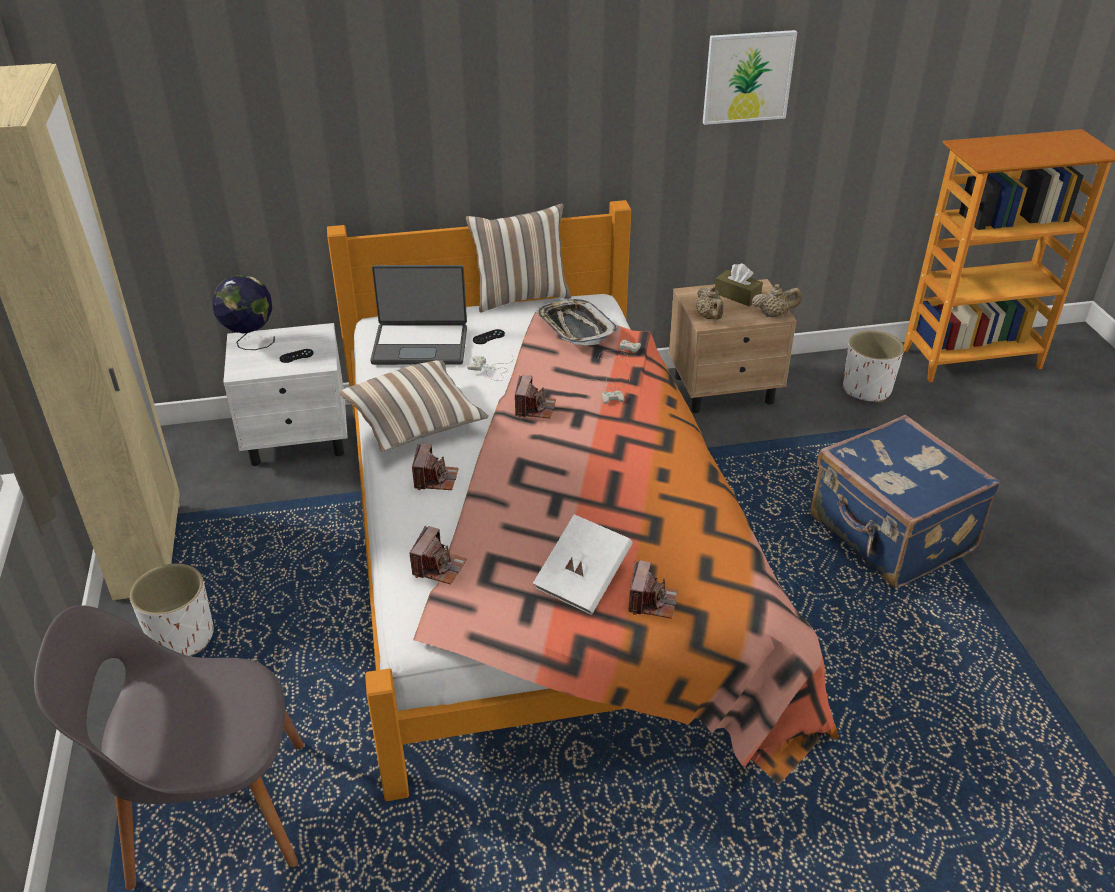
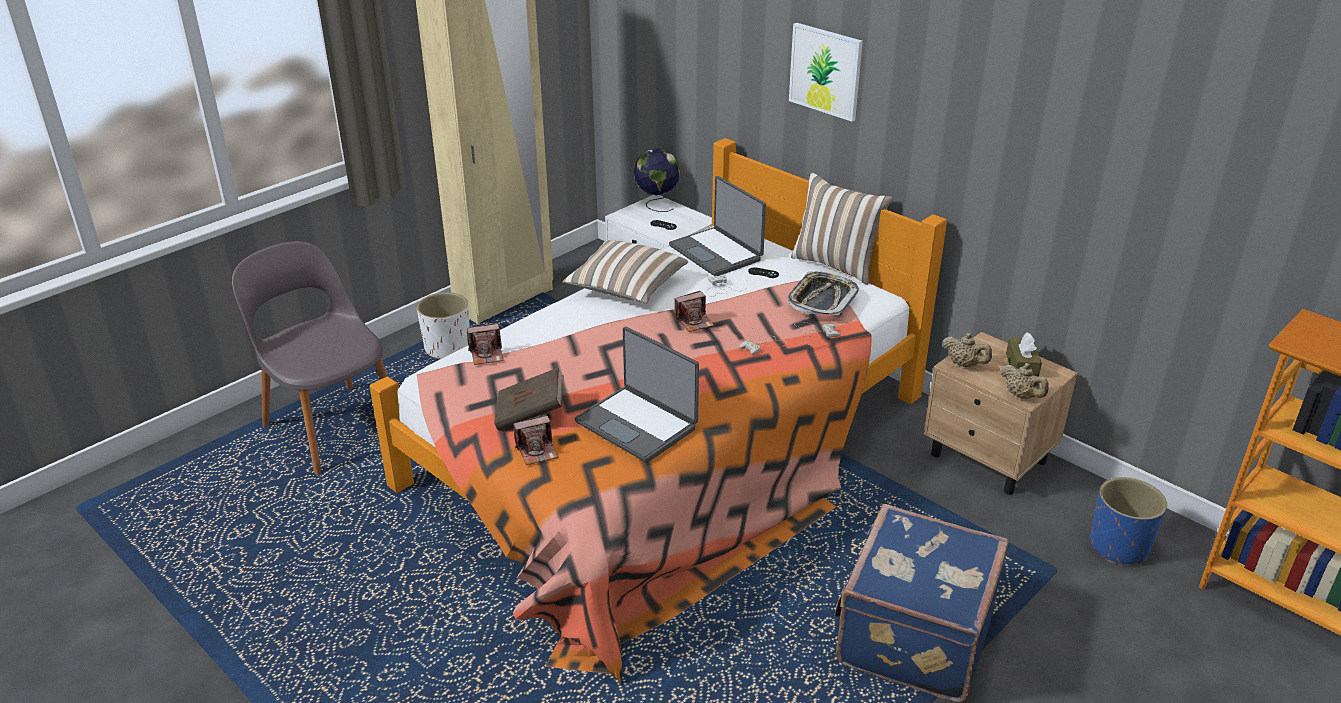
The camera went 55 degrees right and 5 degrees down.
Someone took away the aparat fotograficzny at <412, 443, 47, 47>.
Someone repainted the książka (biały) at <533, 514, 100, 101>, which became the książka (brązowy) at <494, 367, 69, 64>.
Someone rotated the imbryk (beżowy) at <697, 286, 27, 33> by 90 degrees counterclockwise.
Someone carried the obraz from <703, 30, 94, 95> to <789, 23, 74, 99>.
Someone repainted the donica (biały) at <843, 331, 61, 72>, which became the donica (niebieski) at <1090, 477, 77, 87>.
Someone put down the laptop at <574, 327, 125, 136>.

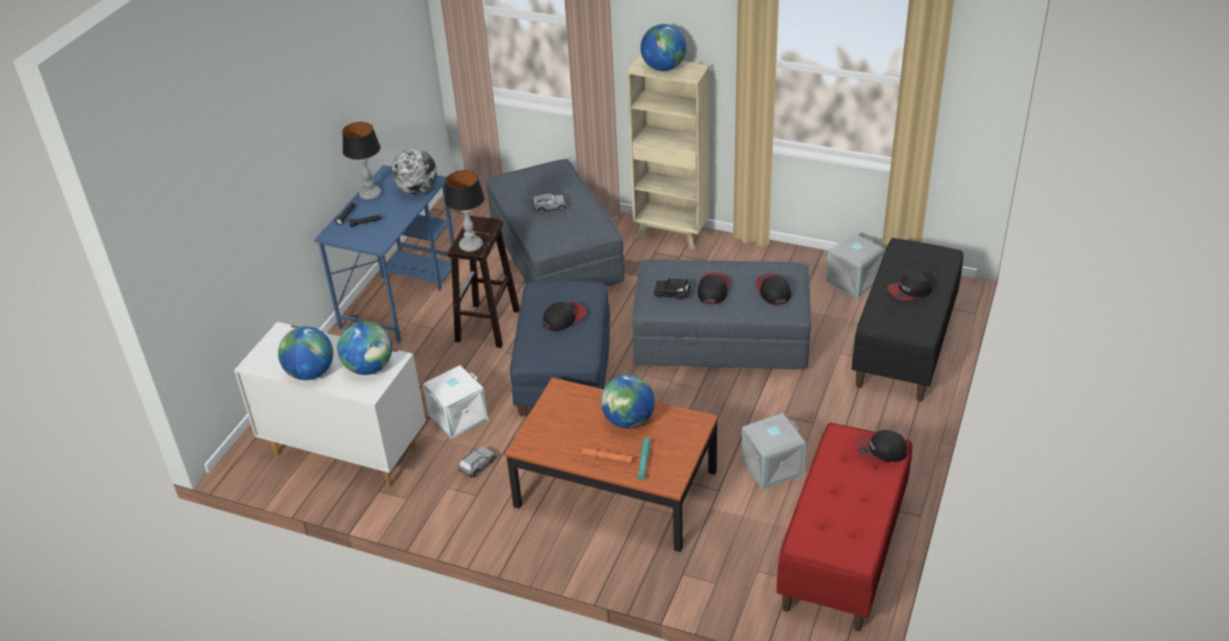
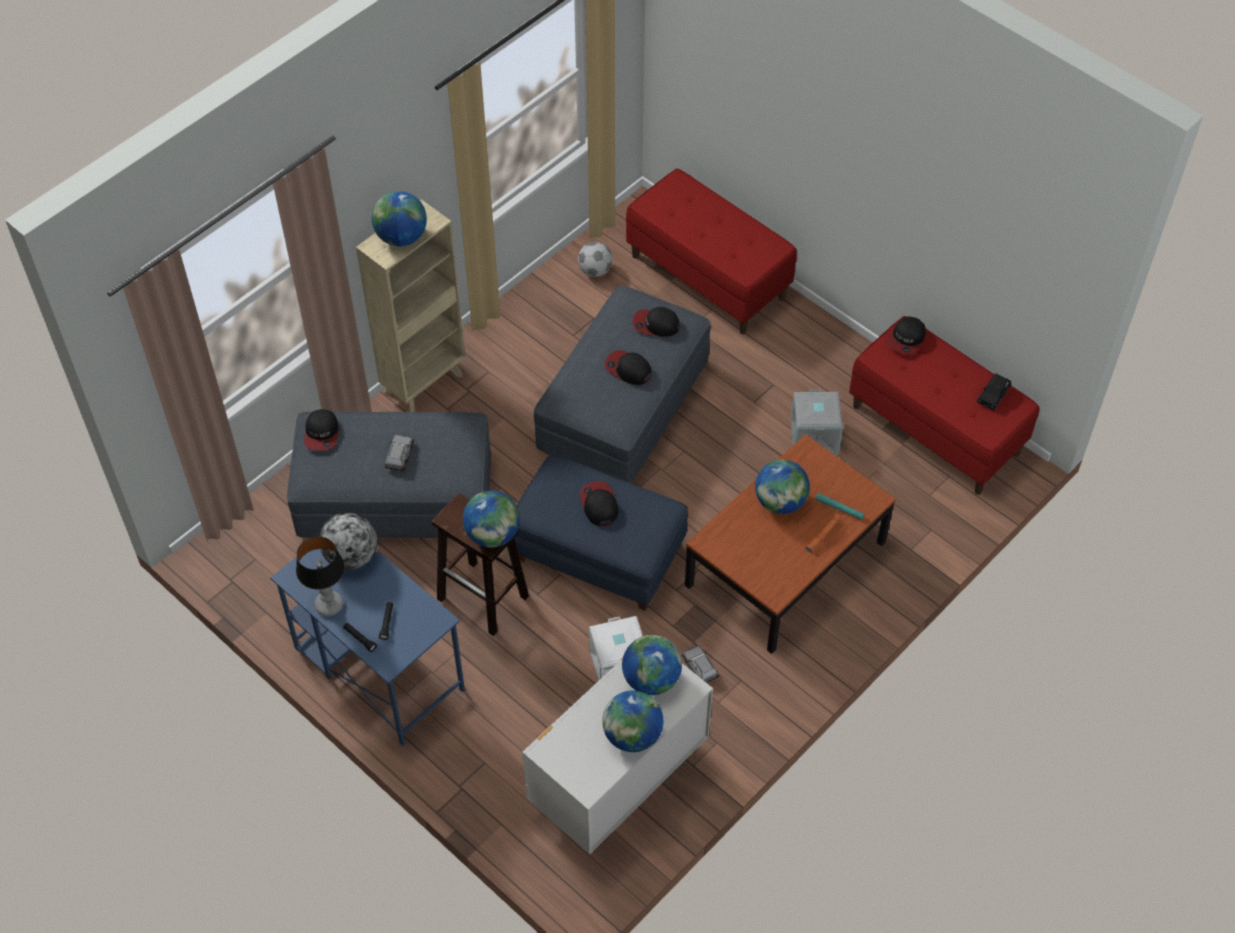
The camera went 70 degrees left and 15 degrees up.
Someone swapped the lampa stołowa at <445, 170, 40, 82> for the globus at <463, 490, 57, 58>.
Someone carried the samochodzik (czarny) from <654, 278, 37, 22> to <977, 374, 34, 36>.
Someone swapped the pojemnik do przechowywania (szary) at <826, 233, 59, 65> for the piłka futbolowa at <578, 242, 35, 35>.
Someone repainted the ławka (czarny) at <852, 238, 111, 163>, which became the ławka (czerwony) at <626, 168, 171, 166>.
Someone carried the czapka z daszkiem from <887, 272, 45, 29> to <304, 409, 35, 41>.

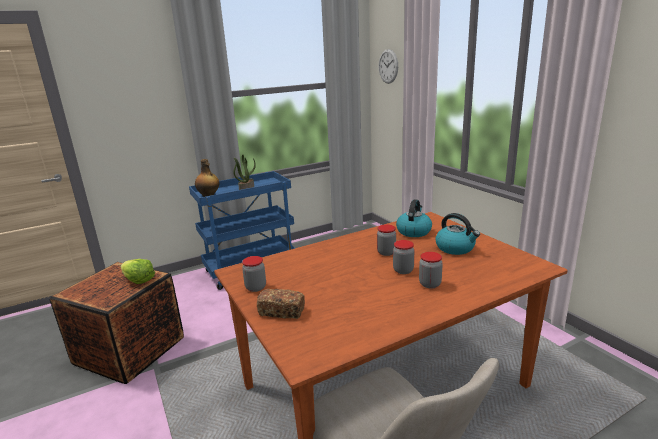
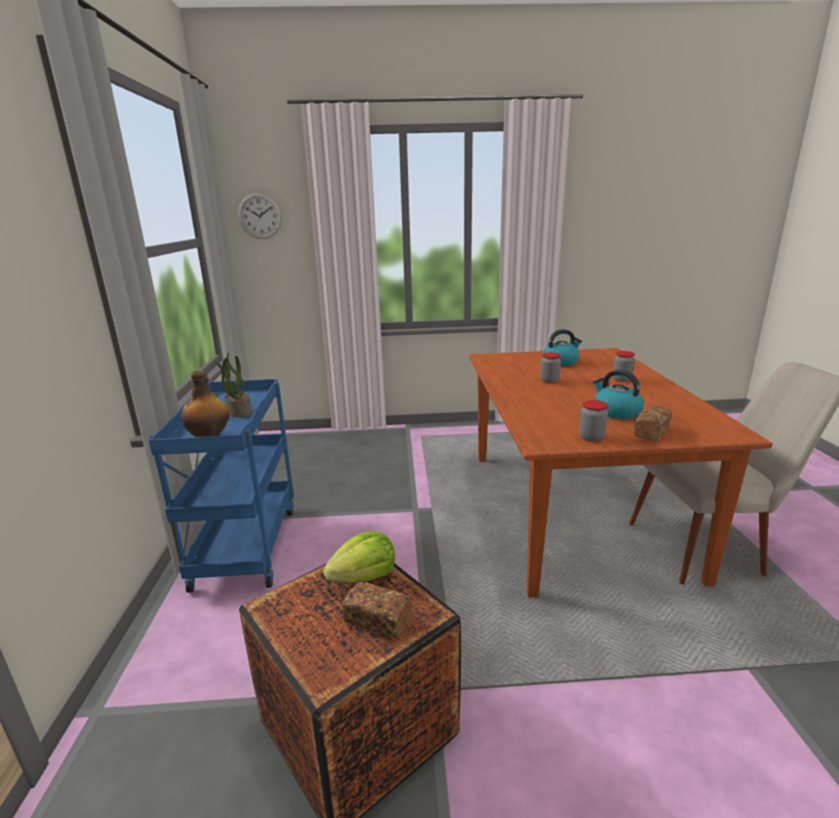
The camera went 65 degrees left and 0 degrees up.
Someone took away the słoik at <393, 240, 21, 34>.
Someone carried the czajnik from <396, 199, 36, 38> to <593, 370, 51, 49>.
Someone put down the chleb at <342, 582, 70, 57>.

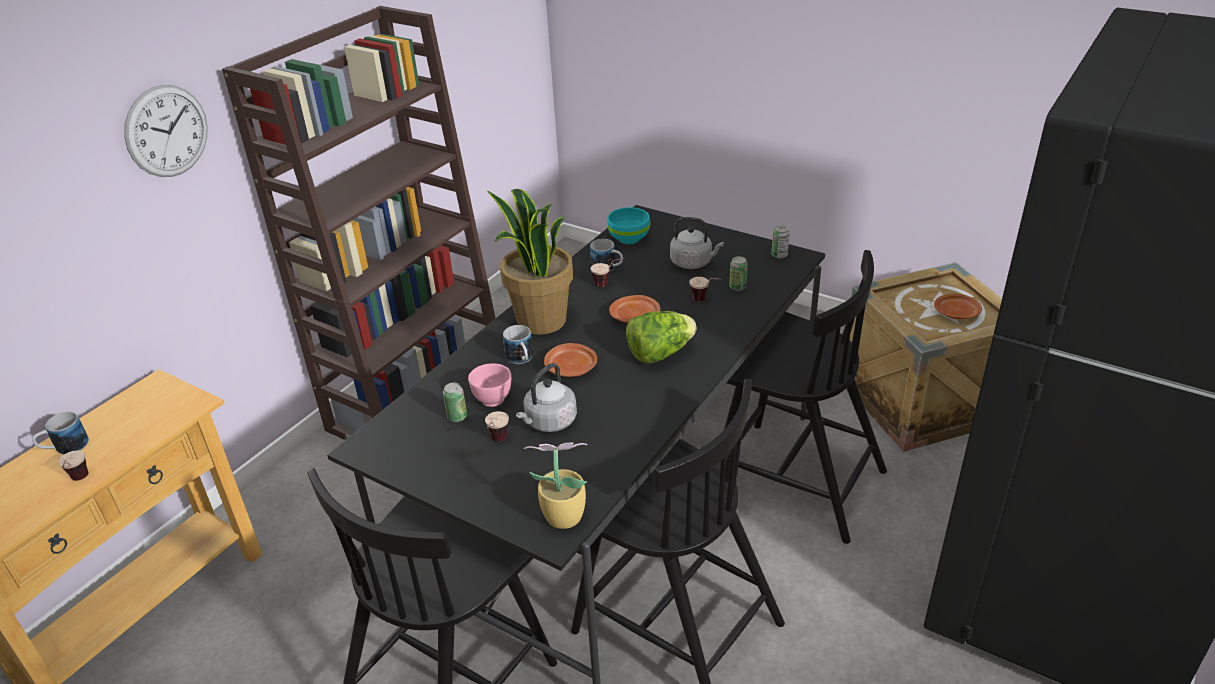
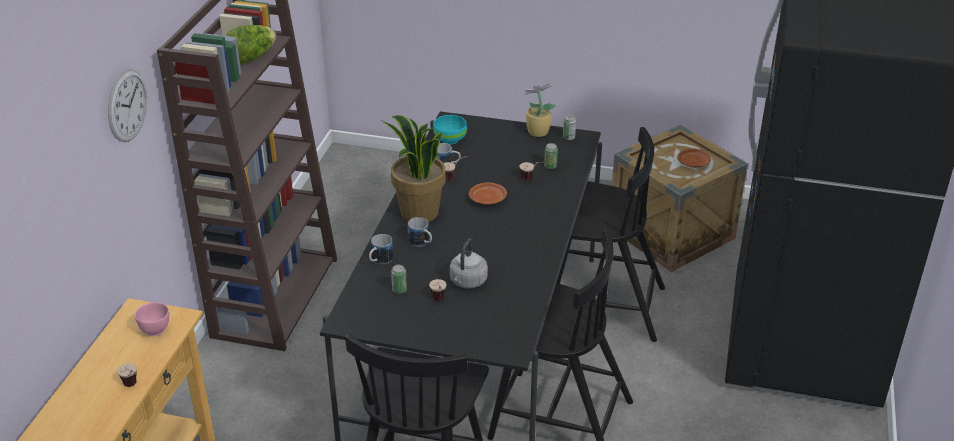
The camera went 20 degrees left and 0 degrees up.
Someone carried the kubek from <32, 412, 57, 43> to <369, 234, 25, 30>.
Someone carried the miska (różowy) from <468, 363, 43, 44> to <134, 302, 35, 34>.
Someone carried the roślina doniczkowa from <524, 442, 63, 87> to <523, 83, 33, 54>.
Someone took away the talerz (brązowy) at <544, 343, 53, 34>.
Someone carried the sałata from <626, 311, 71, 53> to <226, 25, 50, 39>.
Someone took away the czajnik (szary) at <670, 217, 54, 52>.

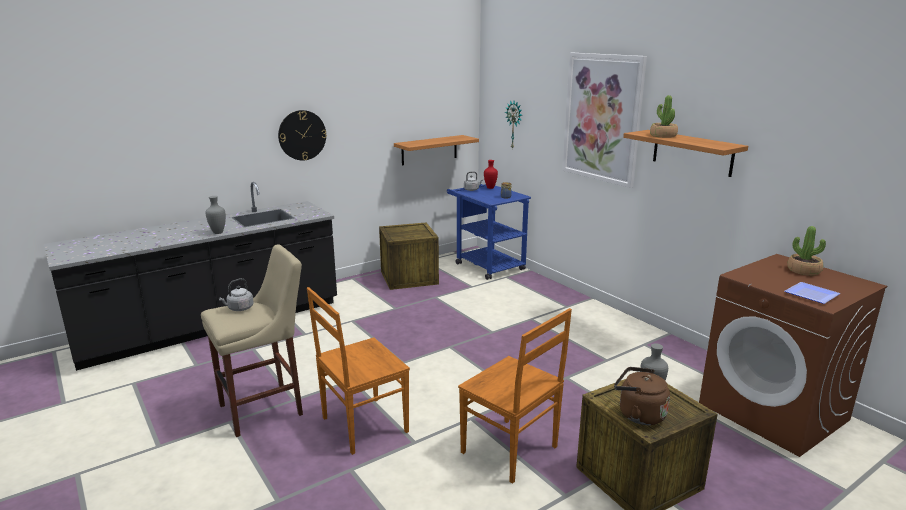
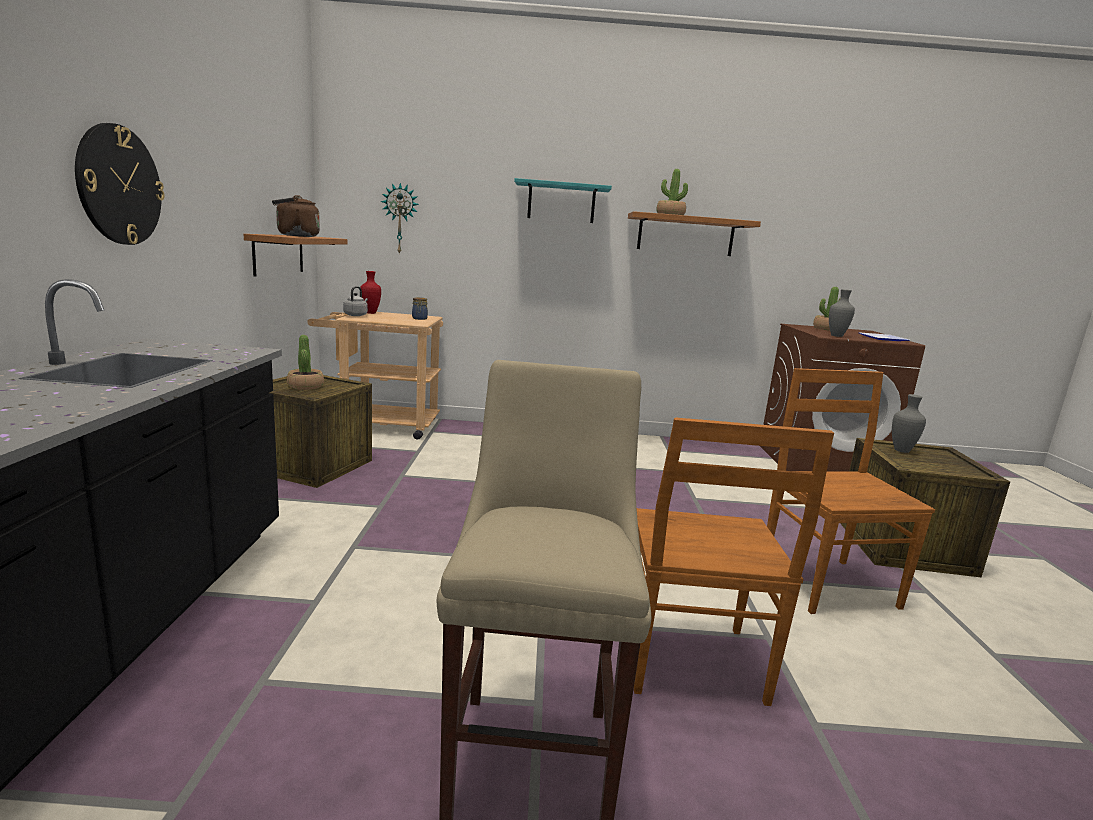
The camera went 55 degrees left and 5 degrees down.
Someone carried the wazon (szary) from <205, 196, 21, 38> to <829, 289, 26, 48>.
Someone took away the czajnik (szary) at <219, 278, 35, 33>.
Someone repainted the wózek (niebieski) at <447, 184, 84, 96>, which became the wózek (beżowy) at <307, 312, 136, 128>.
Someone rotated the krzesło (brązowy) at <458, 308, 114, 176> by 90 degrees counterclockwise.
Someone swapped the obraz at <562, 53, 85, 135> for the półka (turkusowy) at <514, 178, 98, 45>.
Someone carried the czajnik (brązowy) from <614, 367, 56, 58> to <272, 195, 48, 42>.
Someone put down the roślina doniczkowa at <287, 335, 37, 55>.

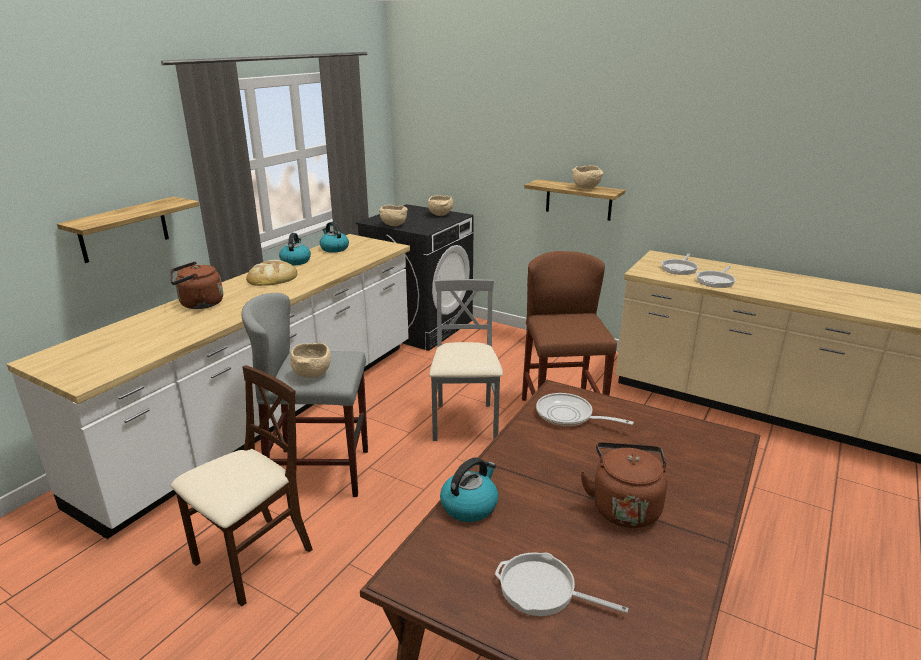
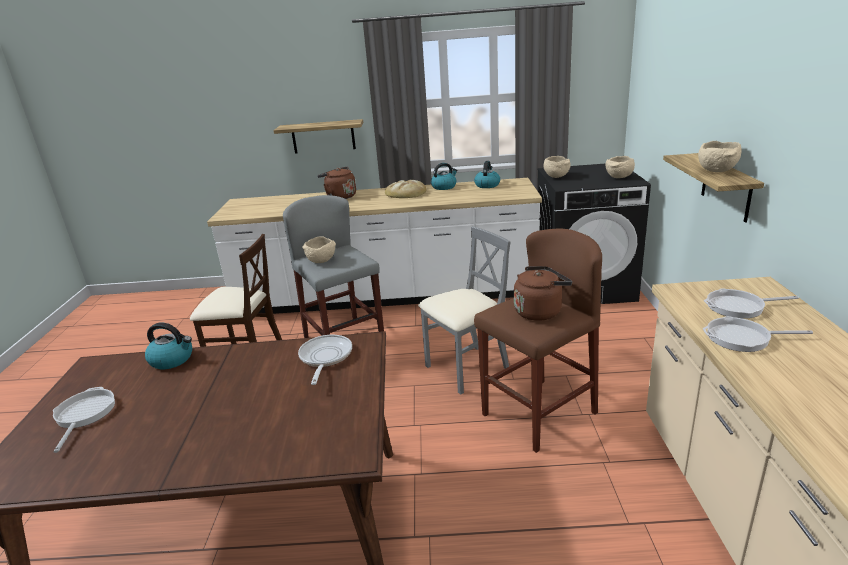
The camera went 60 degrees right and 0 degrees up.
Someone carried the czajnik (brązowy) from <580, 442, 87, 86> to <514, 266, 58, 55>.

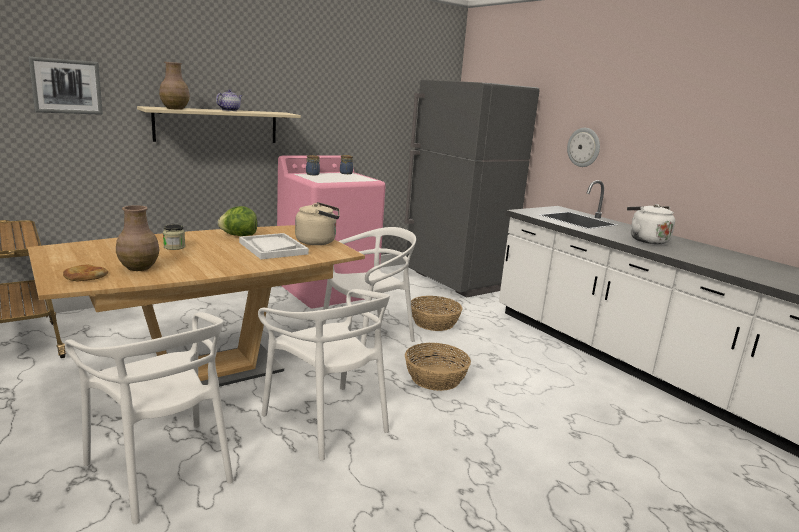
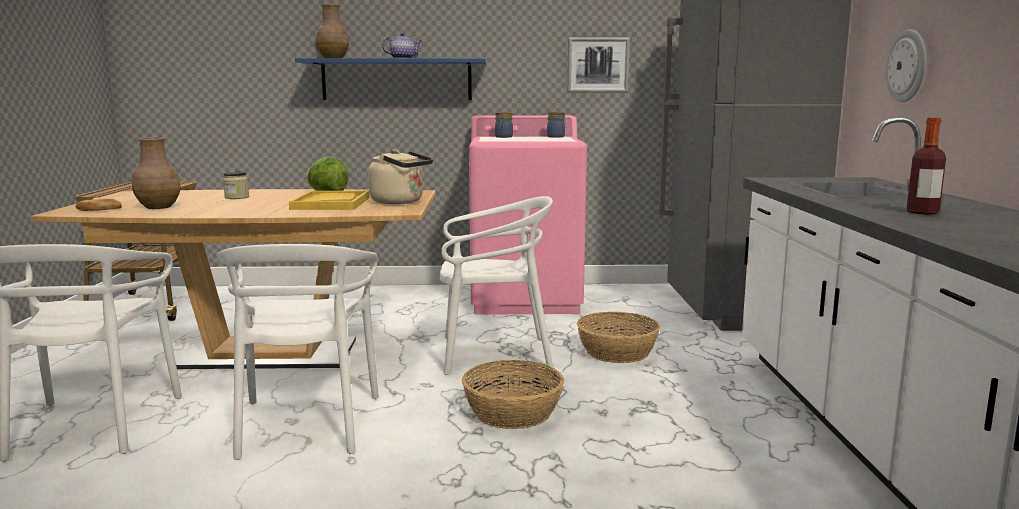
The camera went 35 degrees right and 5 degrees down.
Someone carried the obraz from <28, 57, 75, 58> to <567, 37, 63, 56>.
Someone repainted the półka (beżowy) at <137, 106, 164, 37>, which became the półka (niebieski) at <295, 58, 191, 42>.
Someone repainted the taca (biały) at <239, 233, 70, 26>, which became the taca (żółty) at <289, 191, 80, 19>.
Someone swapped the czajnik (biały) at <627, 204, 48, 40> for the butelka at <906, 117, 40, 98>.

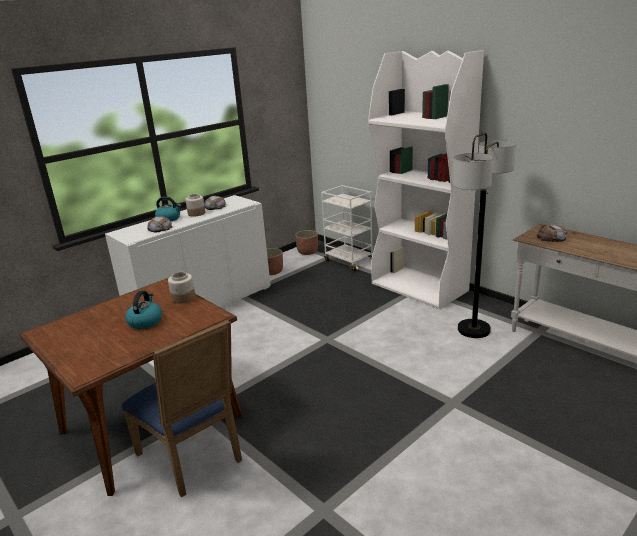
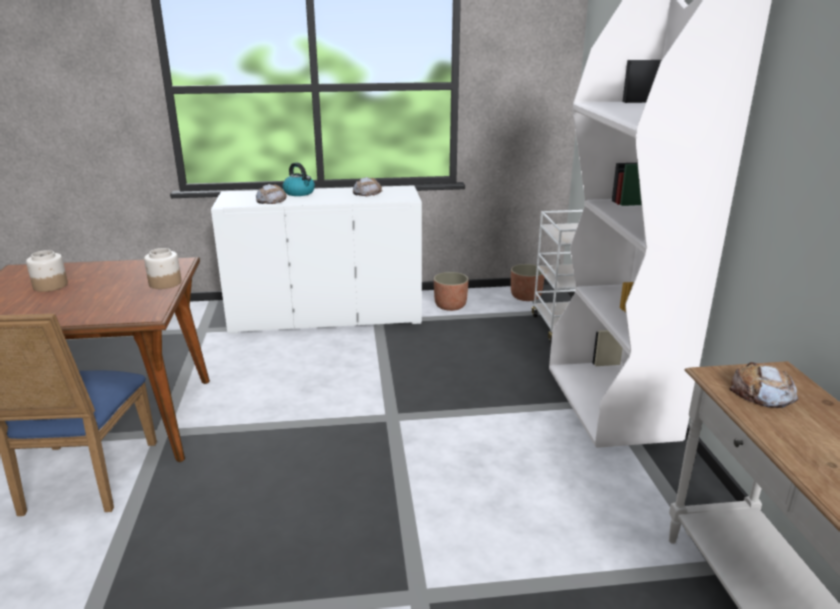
The camera went 35 degrees right and 0 degrees up.
Someone took away the czajnik at <126, 291, 36, 38>.
Someone carried the słoik from <185, 194, 20, 23> to <26, 250, 42, 42>.
Someone took away the lampa stojąca at <453, 132, 63, 206>.

